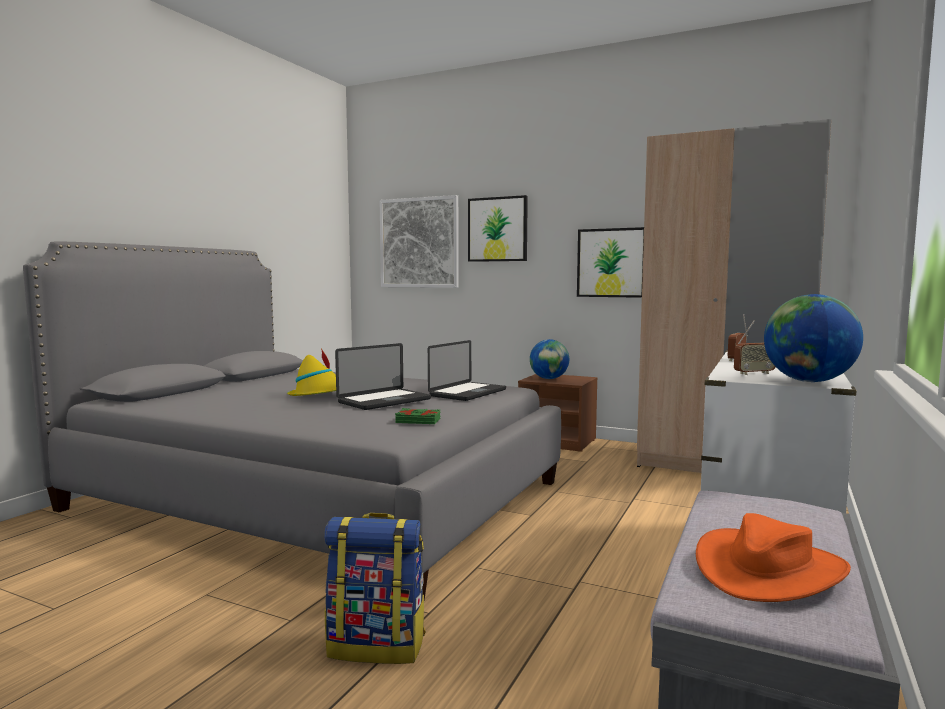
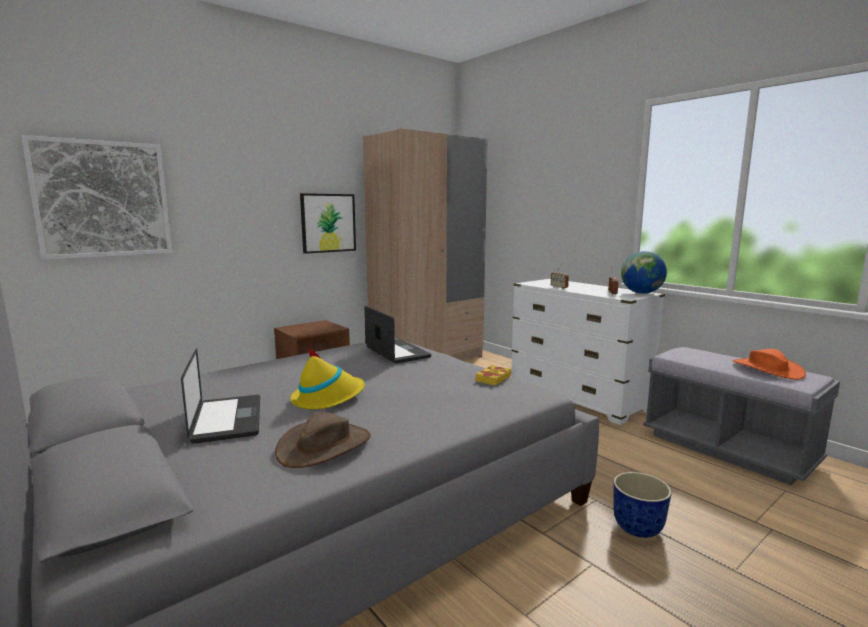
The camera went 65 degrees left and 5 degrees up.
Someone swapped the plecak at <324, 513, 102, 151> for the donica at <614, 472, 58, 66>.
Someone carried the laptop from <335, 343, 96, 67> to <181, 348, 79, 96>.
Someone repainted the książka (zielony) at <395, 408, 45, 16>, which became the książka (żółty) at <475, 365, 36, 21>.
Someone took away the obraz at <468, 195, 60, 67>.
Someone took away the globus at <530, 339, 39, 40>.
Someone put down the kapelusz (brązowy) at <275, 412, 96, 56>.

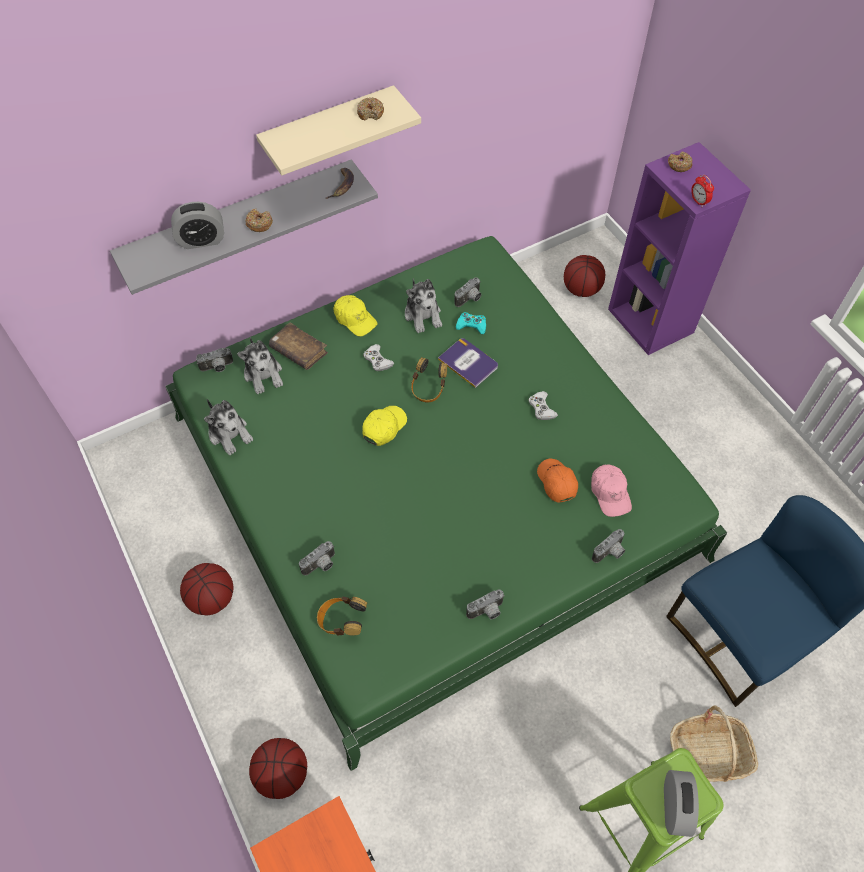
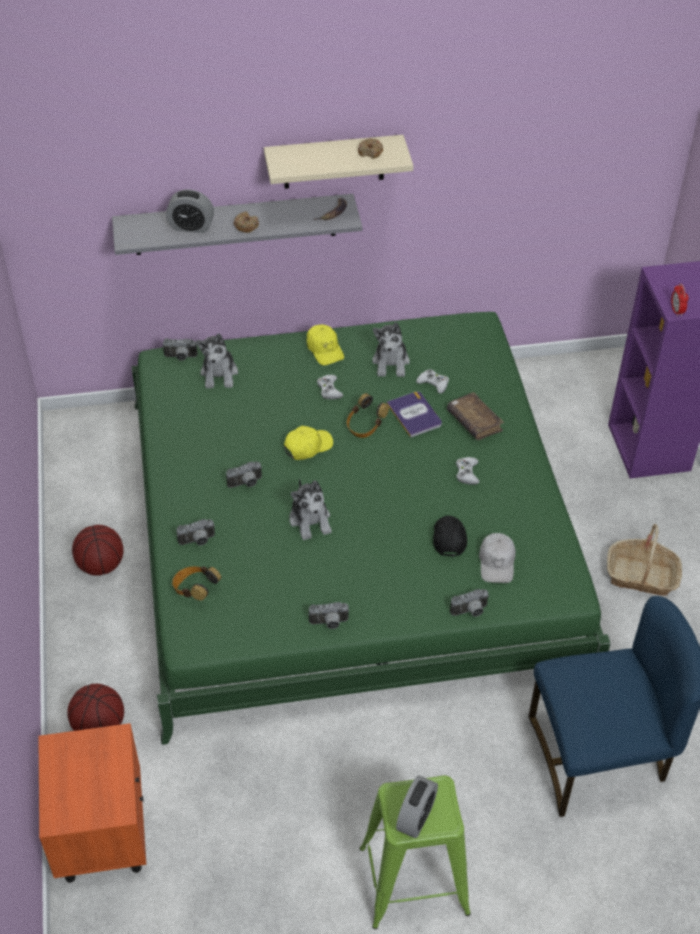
The camera went 20 degrees right and 10 degrees down.
Someone carried the pluszak from <204, 399, 49, 56> to <289, 479, 43, 61>.
Someone carried the książka (brązowy) from <269, 322, 59, 48> to <447, 392, 57, 48>.
Someone carried the aparat fotograficzny from <455, 277, 26, 30> to <226, 461, 36, 27>.
Someone repainted the pad do gier (turkusowy) at <456, 312, 30, 22>, which became the pad do gier (biały) at <416, 369, 33, 25>.
Someone repainted the czapka z daszkiem (pomarańczowy) at <537, 459, 41, 44>, which became the czapka z daszkiem (czarny) at <433, 516, 34, 41>.
Someone took away the piłka do koszykówki at <564, 255, 41, 42>.
Someone repainted the czapka z daszkiem (różowy) at <591, 464, 41, 53>, which became the czapka z daszkiem (biały) at <479, 533, 37, 50>.
Someone took away the donut at <668, 152, 24, 20>.
Someone carried the koszyk from <670, 706, 88, 76> to <607, 524, 75, 72>.

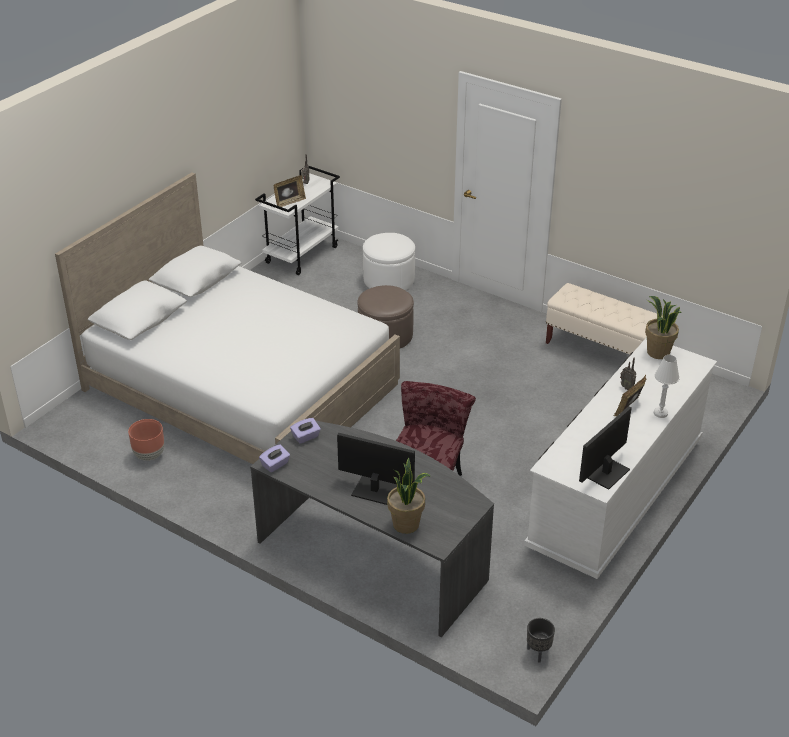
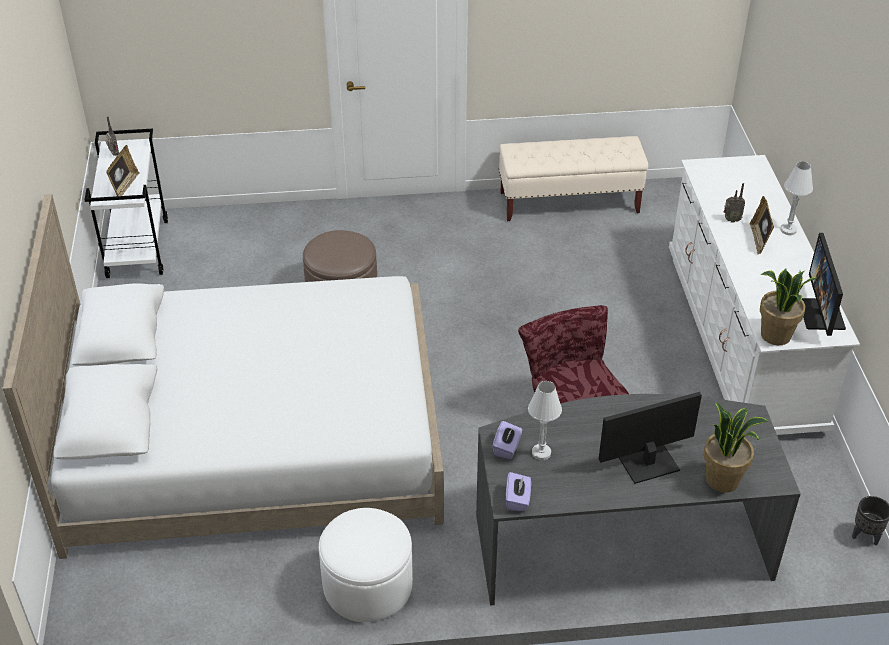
The camera went 40 degrees left and 5 degrees up.
Someone took away the donica (brązowy) at <128, 419, 37, 42>.
Someone carried the pufa (biały) from <363, 233, 52, 57> to <319, 508, 94, 114>.
Someone carried the roślina doniczkowa from <645, 296, 37, 63> to <760, 268, 58, 77>.
Someone put down the lampa stołowa (biały) at <528, 381, 34, 79>.

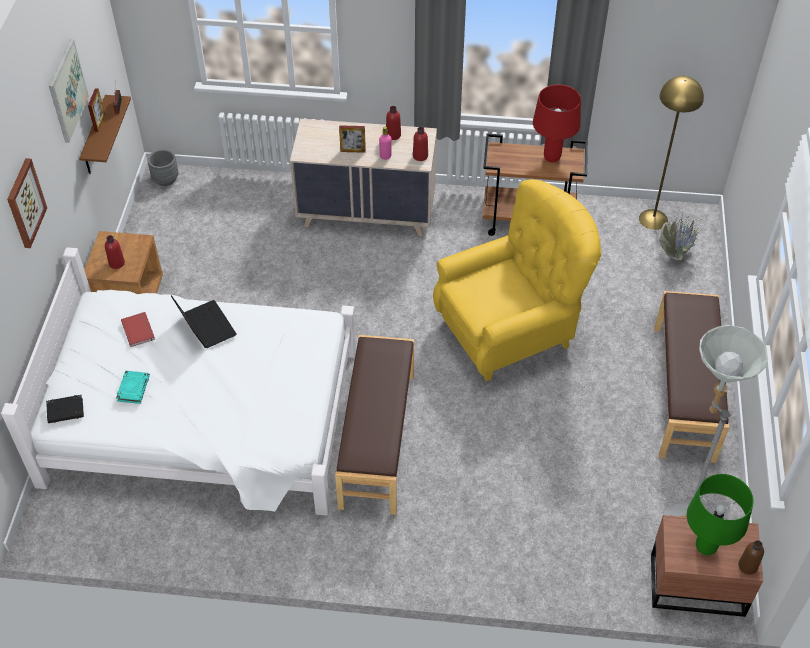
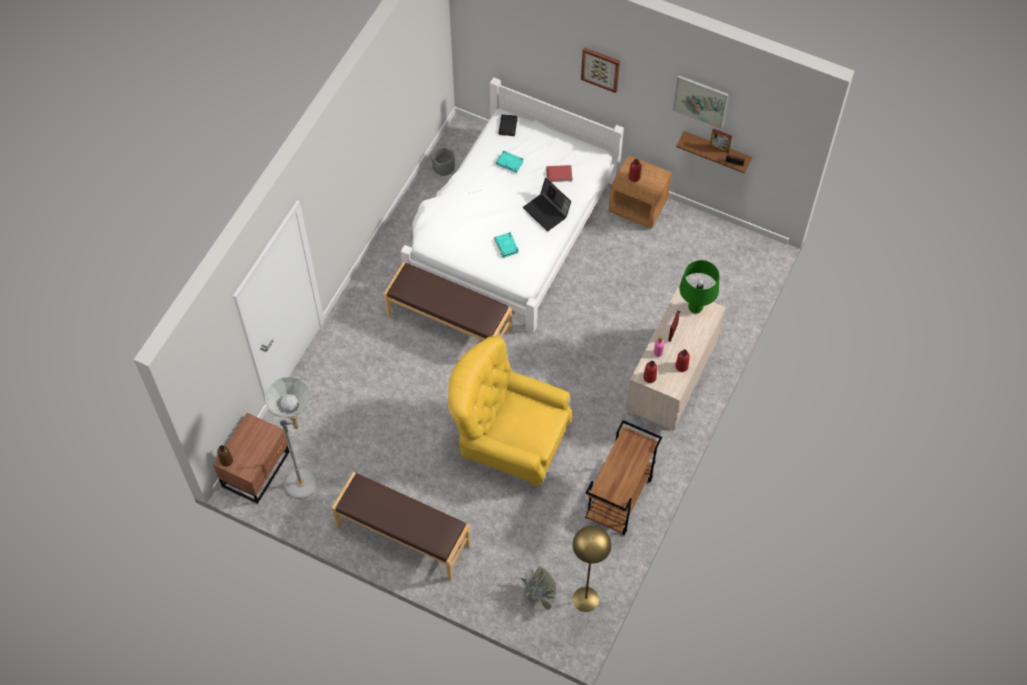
The camera went 110 degrees right and 10 degrees up.
Someone carried the donica (szary) from <147, 149, 32, 37> to <432, 147, 23, 29>.
Someone rotated the laptop at <171, 295, 66, 53> by 60 degrees clockwise.
Someone rotated the fotel (żółty) at <433, 179, 168, 203> by 120 degrees clockwise.
Someone took away the lampa stołowa (czerwony) at <533, 85, 48, 77>.
Someone carried the lampa stołowa (zielony) from <687, 474, 67, 81> to <679, 260, 40, 54>.
Someone put down the książka (turkusowy) at <494, 232, 25, 26>.

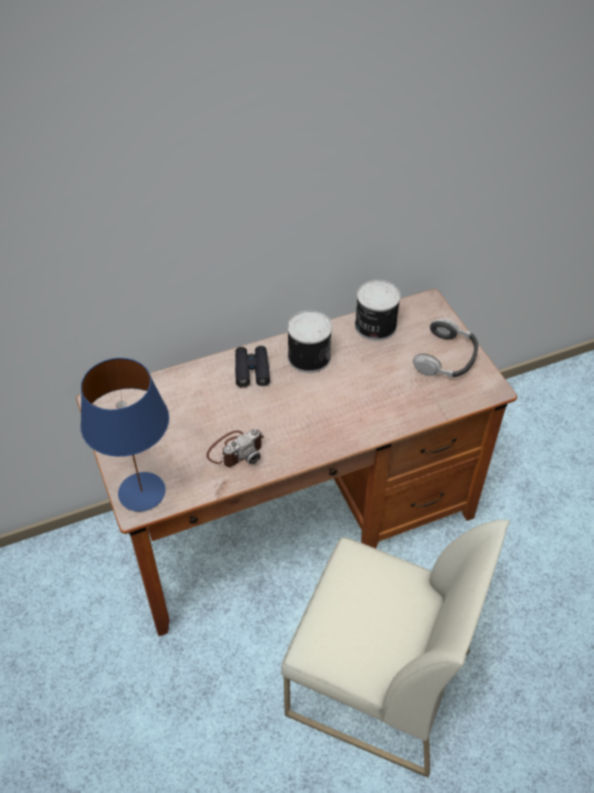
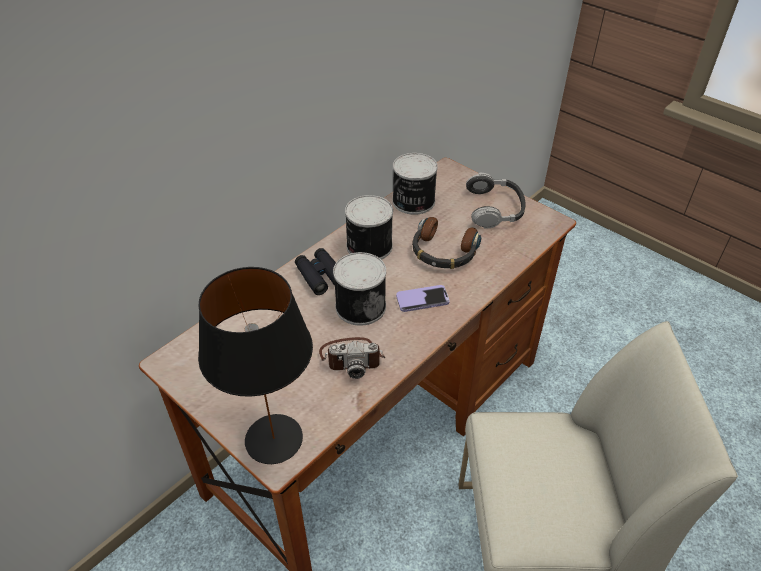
The camera went 25 degrees left and 5 degrees down.
Someone repainted the lampa stołowa (niebieski) at <80, 358, 89, 154>, which became the lampa stołowa (czarny) at <198, 267, 115, 197>.
Someone rotated the aparat fotograficzny at <206, 429, 58, 38> by 60 degrees clockwise.
Someone put down the puszka at <333, 252, 53, 74>.
Someone put down the telefon at <396, 285, 54, 27>.
Someone put down the słuchawki at <412, 217, 69, 52>.

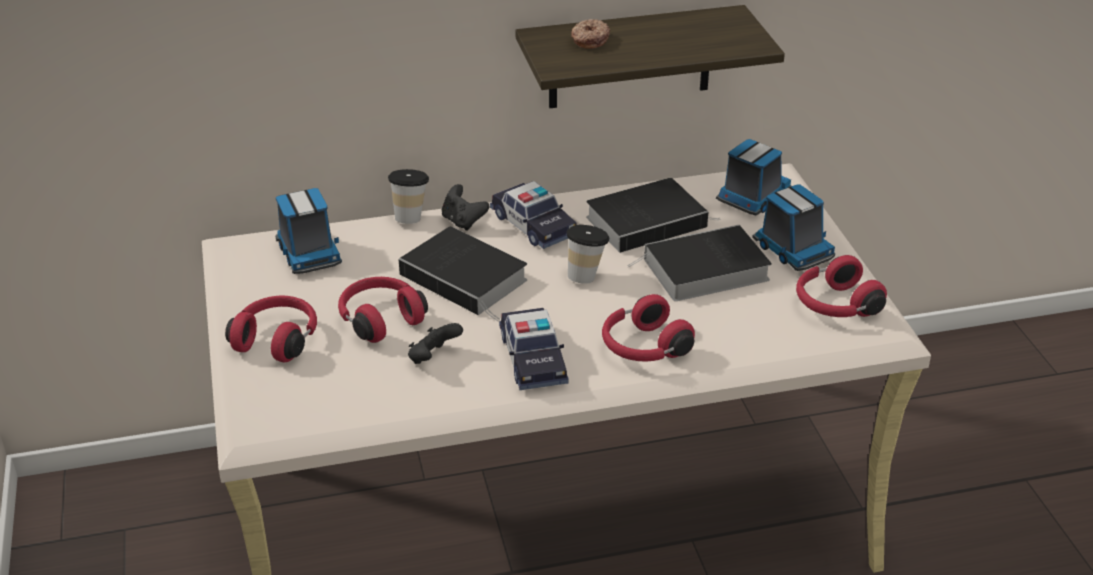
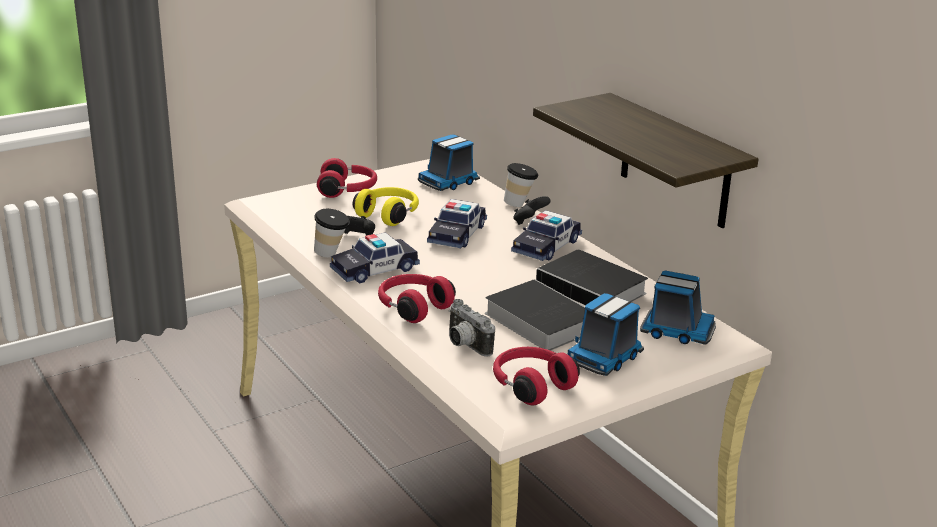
The camera went 70 degrees right and 10 degrees down.
Someone repainted the słuchawki (czerwony) at <338, 277, 90, 66>, which became the słuchawki (żółty) at <353, 187, 66, 39>.
Someone swapped the książka at <399, 227, 128, 94> for the samochodzik at <427, 199, 60, 49>.
Someone carried the filiżanka from <567, 225, 42, 59> to <314, 209, 36, 48>.
Someone took away the donut at <571, 19, 39, 30>.
Someone put down the aparat fotograficzny at <449, 299, 46, 58>.

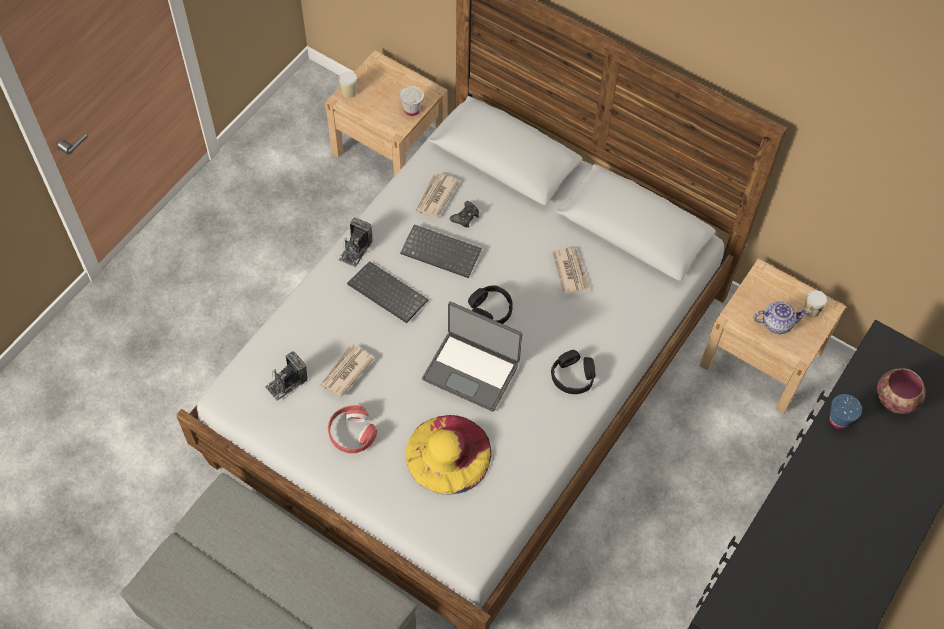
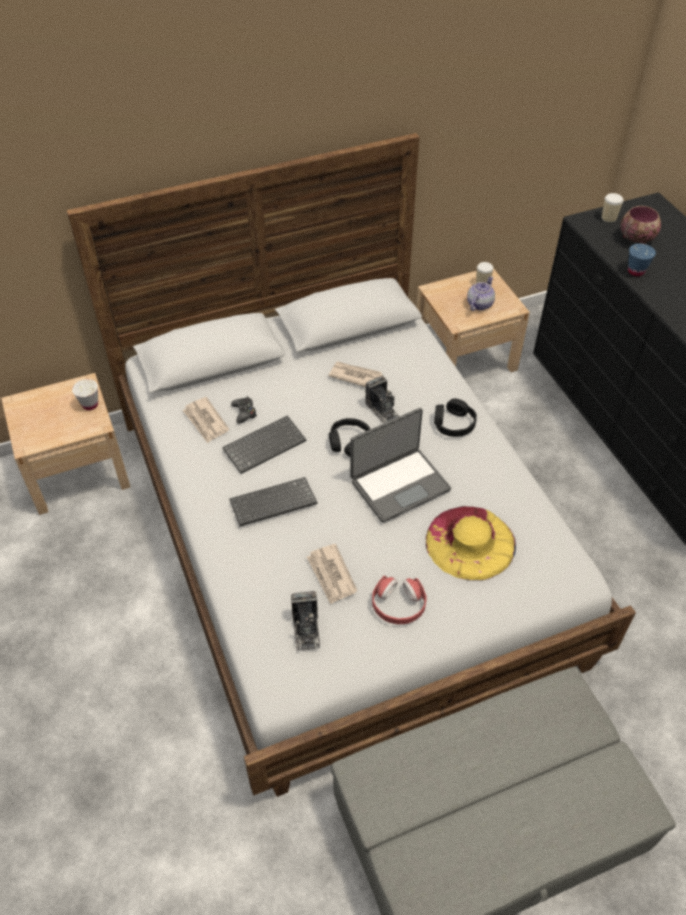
The camera went 55 degrees left and 10 degrees down.
Someone carried the aparat fotograficzny from <338, 218, 34, 49> to <365, 376, 34, 48>.
Someone carried the filiżanka from <339, 71, 18, 27> to <602, 193, 21, 29>.

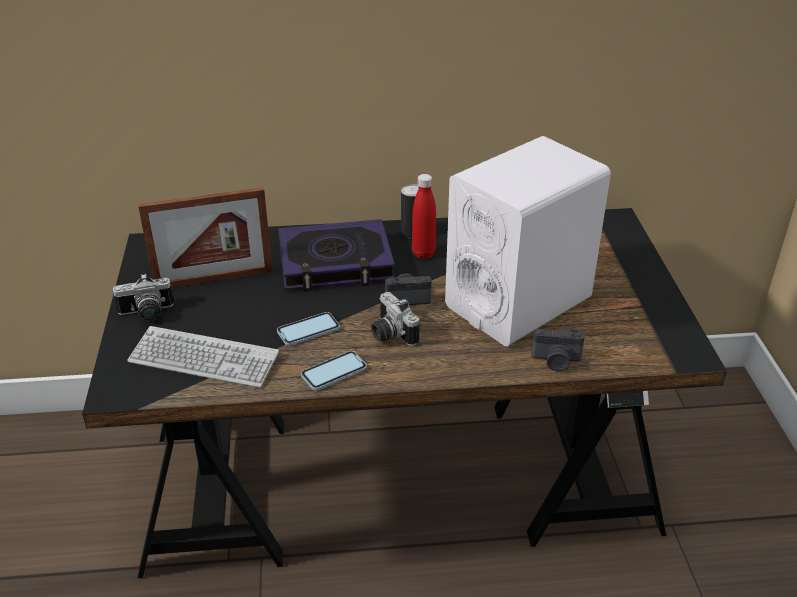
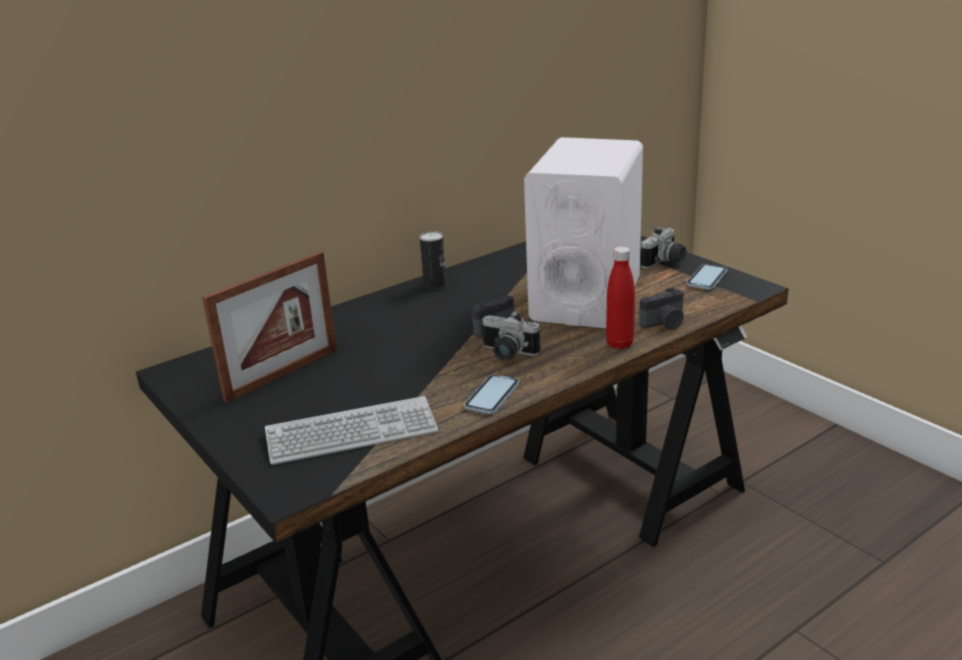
The camera went 30 degrees left and 10 degrees down.
Someone carried the aparat fotograficzny from <113, 273, 61, 49> to <640, 226, 46, 43>.
Someone carried the telefon from <277, 312, 63, 34> to <686, 264, 41, 26>.
Someone took away the książka at <278, 219, 117, 72>.
Someone carried the butelka (czerwony) from <412, 174, 24, 85> to <606, 246, 29, 103>.

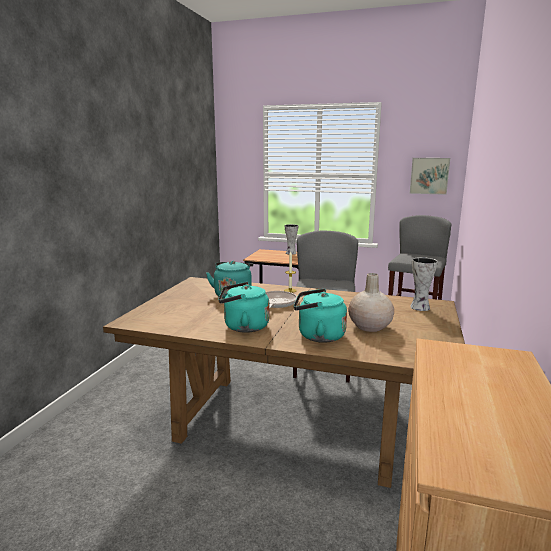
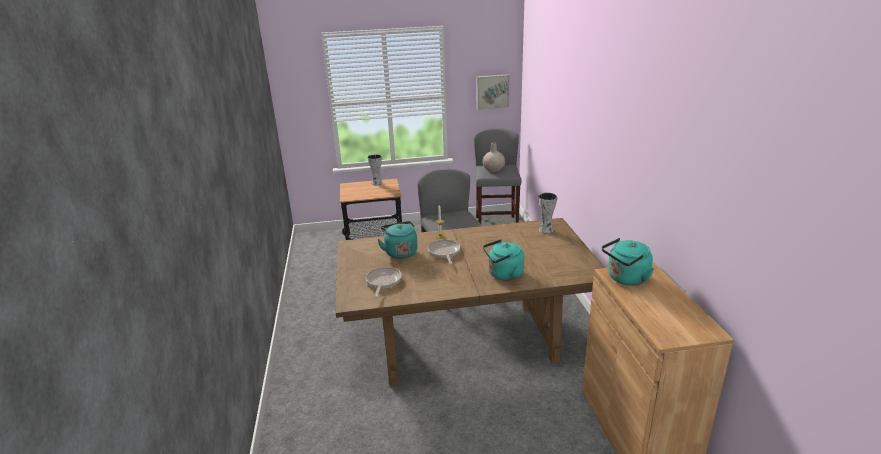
The camera went 25 degrees left and 10 degrees up.
Someone carried the czajnik (turkusowy) from <218, 282, 51, 51> to <602, 238, 52, 48>.
Someone carried the wazon (beżowy) from <348, 273, 46, 59> to <482, 142, 23, 30>.
Someone put down the patelnia at <366, 267, 36, 30>.

